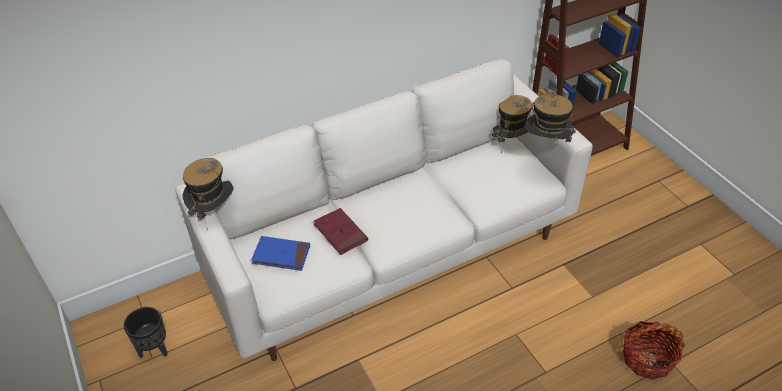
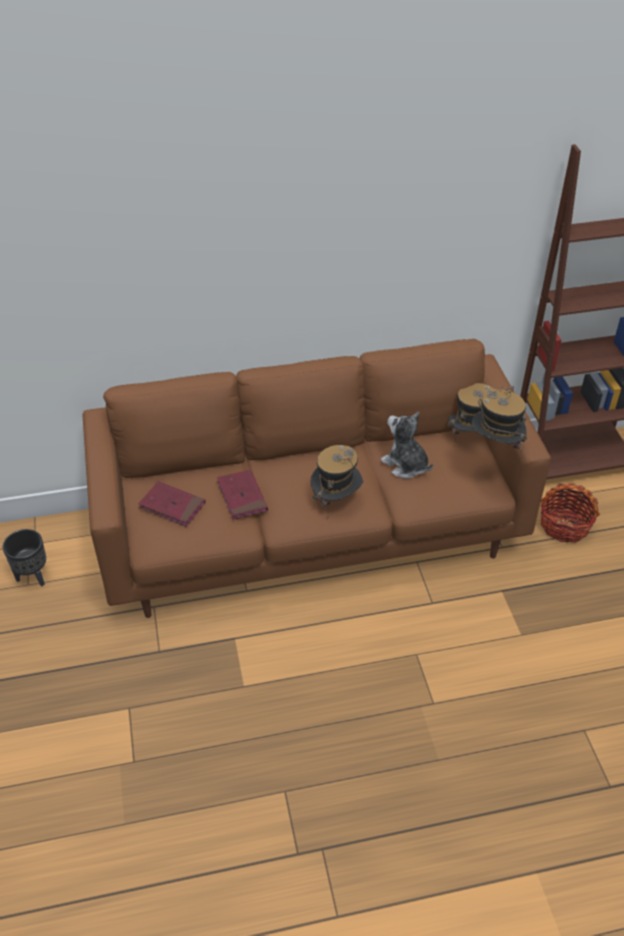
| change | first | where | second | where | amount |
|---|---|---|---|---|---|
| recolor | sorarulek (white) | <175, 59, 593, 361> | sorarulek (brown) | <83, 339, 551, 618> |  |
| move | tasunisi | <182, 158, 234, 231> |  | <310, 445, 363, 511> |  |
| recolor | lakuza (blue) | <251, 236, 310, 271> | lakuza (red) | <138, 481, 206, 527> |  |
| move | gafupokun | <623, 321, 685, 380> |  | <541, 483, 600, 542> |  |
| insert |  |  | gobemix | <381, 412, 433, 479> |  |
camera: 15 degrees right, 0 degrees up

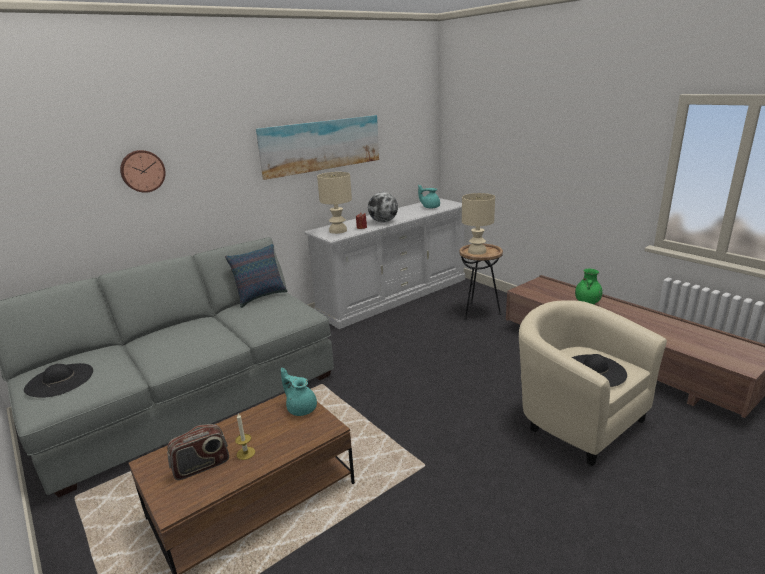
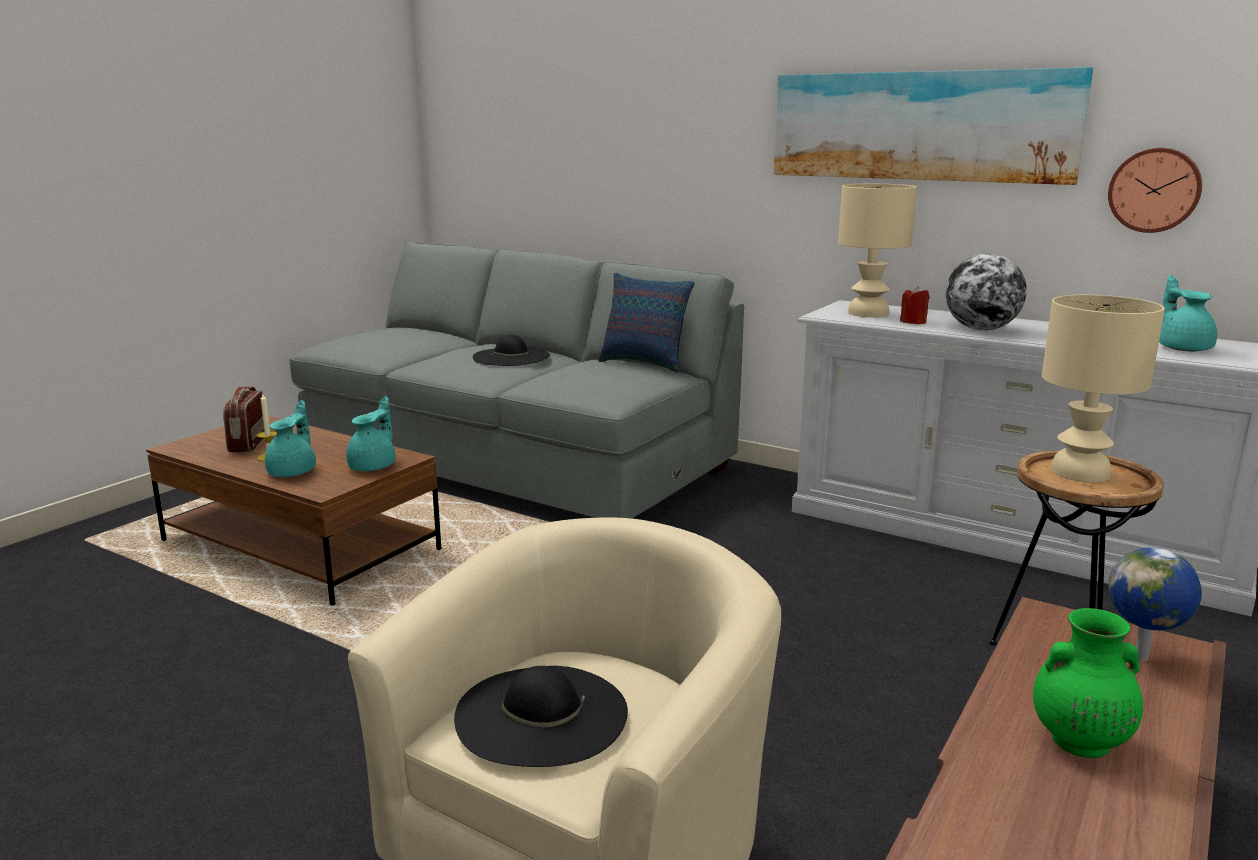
| change | first | where | second | where | amount |
|---|---|---|---|---|---|
| move | tasunisi (black) | <24, 363, 93, 398> |  | <473, 334, 550, 366> |  |
| move | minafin | <120, 150, 166, 193> |  | <1108, 148, 1202, 233> |  |
| rotate | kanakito | <167, 424, 229, 480> |  | <223, 386, 264, 452> | 45 degrees clockwise |
| insert |  |  | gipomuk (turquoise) | <265, 400, 316, 477> |  |
| insert |  |  | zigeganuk | <1108, 547, 1202, 661> |  |
camera: 70 degrees right, 5 degrees down

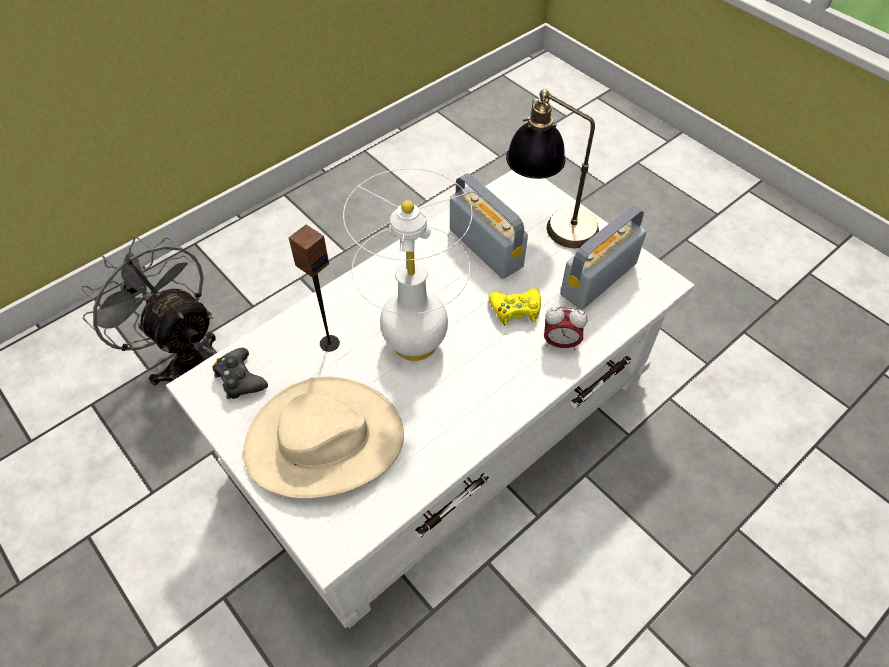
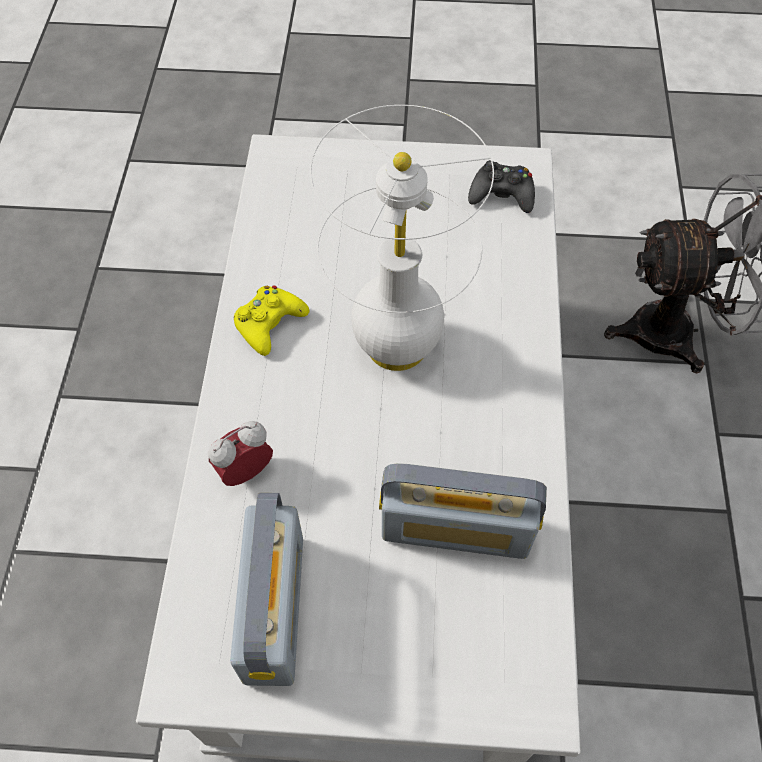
| change | first | where | second | where | amount |
|---|---|---|---|---|---|
| delete | tasunisi (beige) | <243, 376, 404, 498> |  |  |  |
| delete | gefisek | <288, 225, 340, 352> |  |  |  |
| move | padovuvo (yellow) | <488, 288, 541, 325> |  | <234, 286, 309, 356> |  |
| delete | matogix | <506, 89, 599, 248> |  |  |  |
camera: 135 degrees right, 5 degrees up

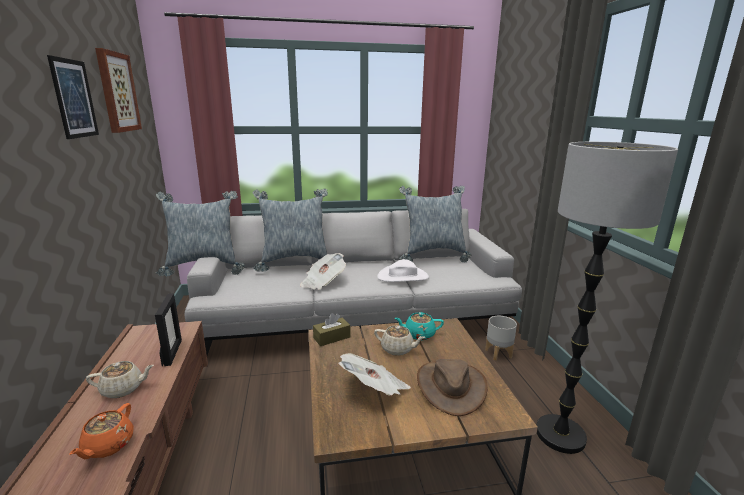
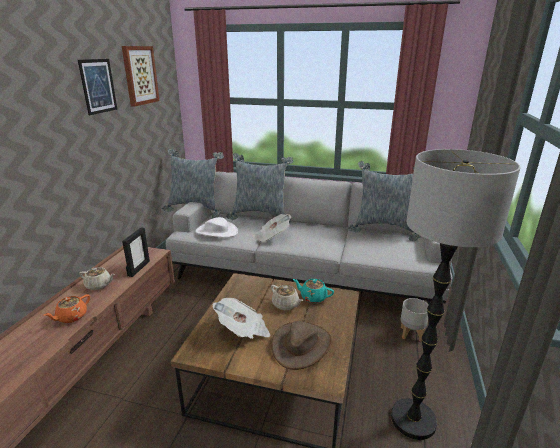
| change | first | where | second | where | amount |
|---|---|---|---|---|---|
| delete | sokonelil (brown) | <313, 313, 350, 346> |  |  |  |
| move | tasunisi (white) | <377, 259, 429, 282> |  | <195, 217, 238, 237> |  |
camera: 25 degrees right, 5 degrees up

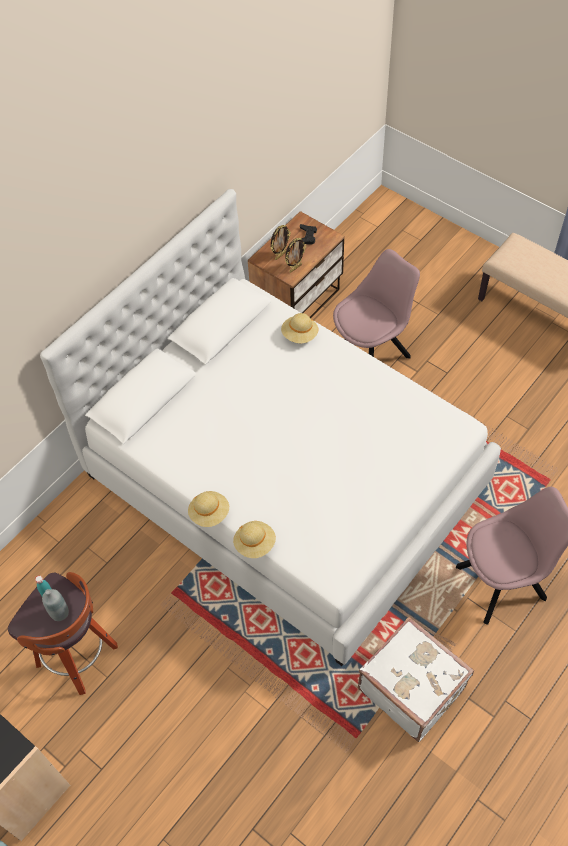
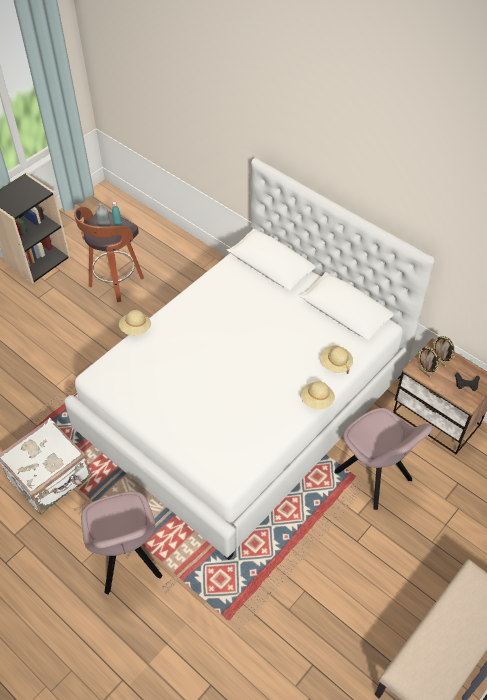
| change | first | where | second | where | amount |
|---|---|---|---|---|---|
| move | tasunisi (beige) | <188, 491, 229, 527> |  | <300, 381, 335, 410> |  |
camera: 90 degrees right, 5 degrees down

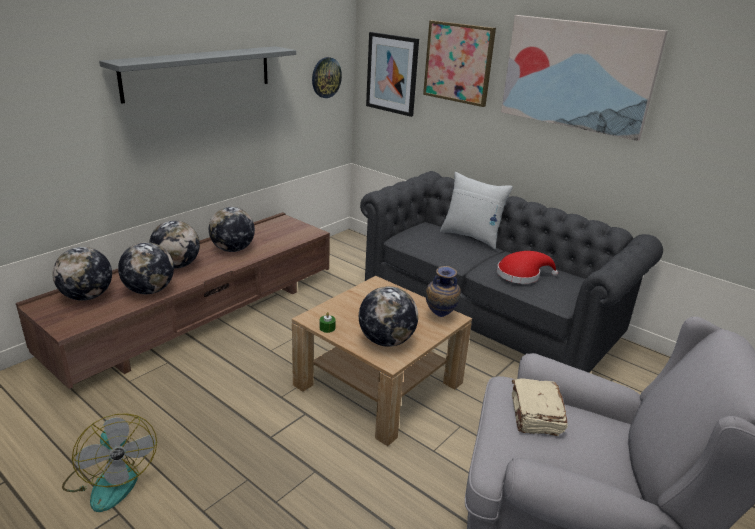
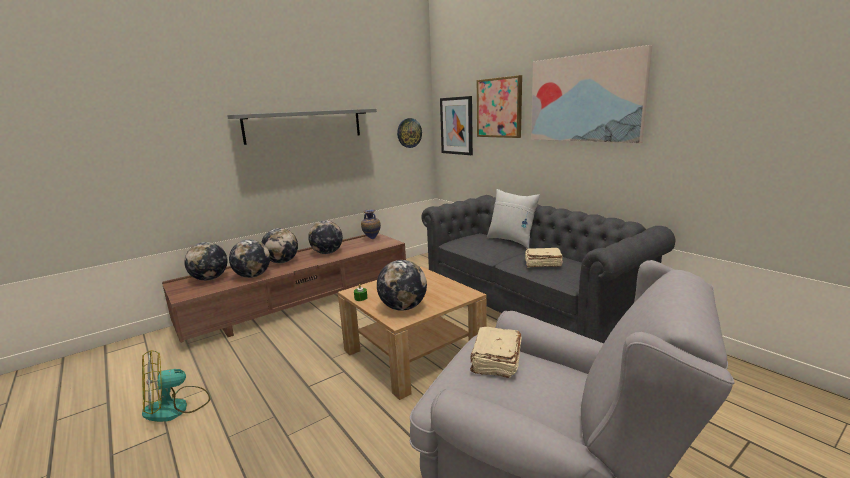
| change | first | where | second | where | amount |
|---|---|---|---|---|---|
| rotate | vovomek | <62, 413, 157, 512> |  | <142, 350, 210, 422> | 75 degrees clockwise |
| move | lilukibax | <426, 266, 461, 317> |  | <361, 209, 381, 239> |  |
| replace | tasunisi (red) | <497, 251, 558, 284> | lakuza (beige) | <525, 248, 563, 267> |  |
camera: 15 degrees right, 10 degrees down

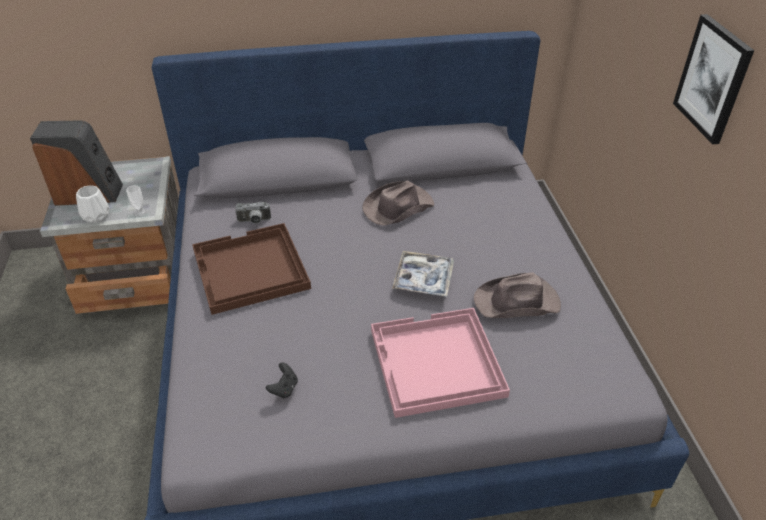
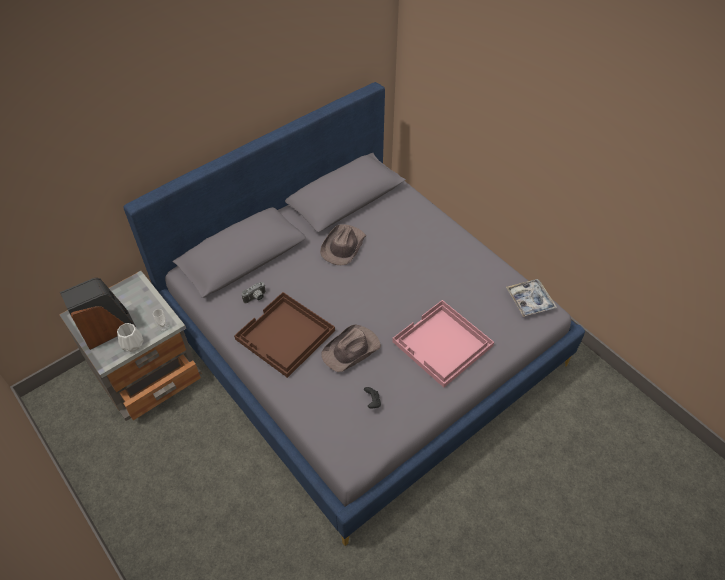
| change | first | where | second | where | amount |
|---|---|---|---|---|---|
| move | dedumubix | <392, 251, 454, 297> |  | <506, 279, 557, 317> |  |
| move | tasunisi (brown) | <474, 272, 561, 318> |  | <321, 325, 381, 372> |  |
| delete | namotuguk | <673, 14, 754, 144> |  |  |  |
camera: 30 degrees left, 10 degrees up

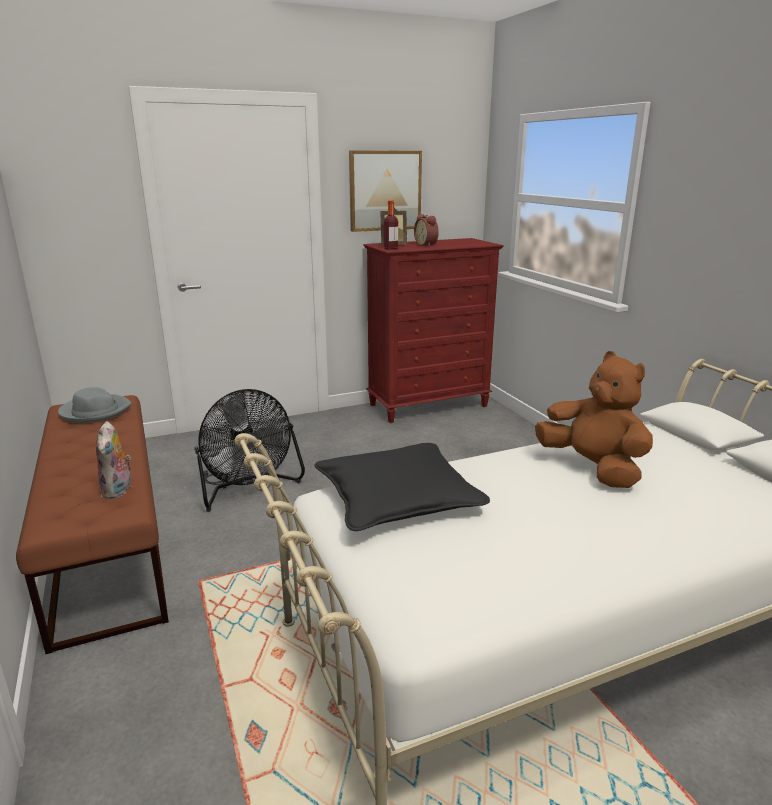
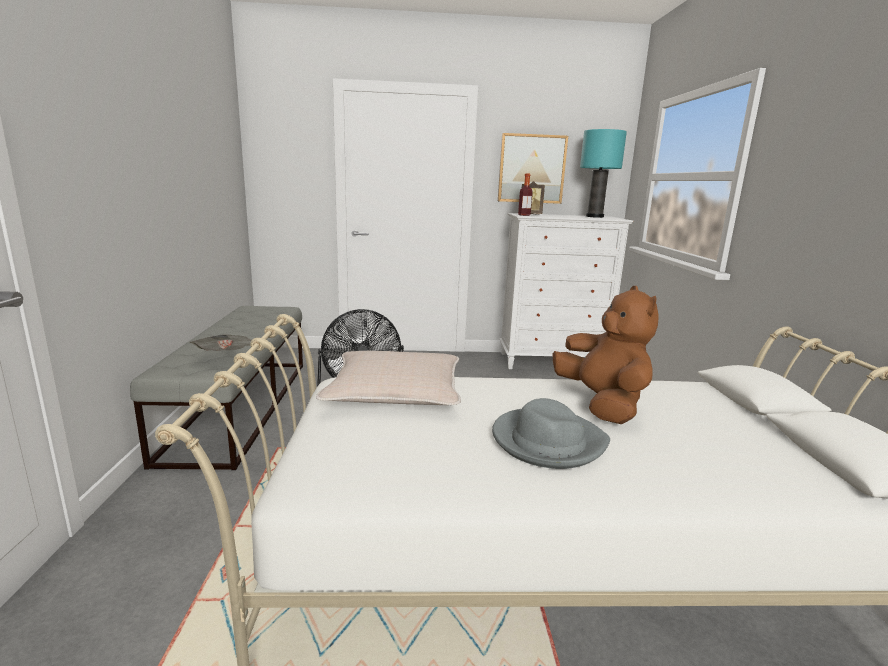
| change | first | where | second | where | amount |
|---|---|---|---|---|---|
| recolor | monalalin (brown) | <16, 395, 169, 654> | monalalin (grey) | <130, 306, 303, 470> |  |
| move | tasunisi (grey) | <58, 387, 132, 423> |  | <492, 398, 610, 469> |  |
| replace | gobemix | <96, 421, 131, 499> | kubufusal | <189, 335, 252, 351> |  |
| recolor | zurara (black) | <314, 443, 490, 531> | zurara (beige) | <316, 351, 461, 405> |  |
| recolor | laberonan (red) | <363, 238, 504, 423> | laberonan (white) | <499, 213, 633, 369> |  |
| delete | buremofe | <414, 214, 439, 247> |  |  |  |
| insert |  |  | matogix (turquoise) | <580, 129, 627, 218> |  |
camera: 20 degrees right, 5 degrees down

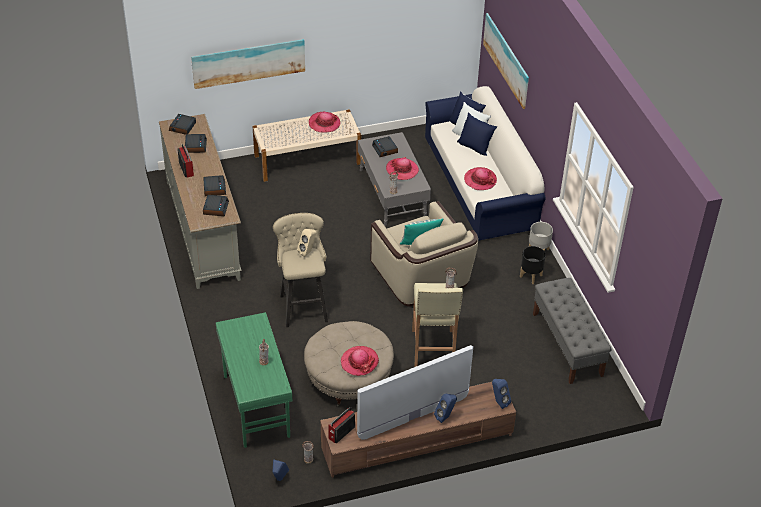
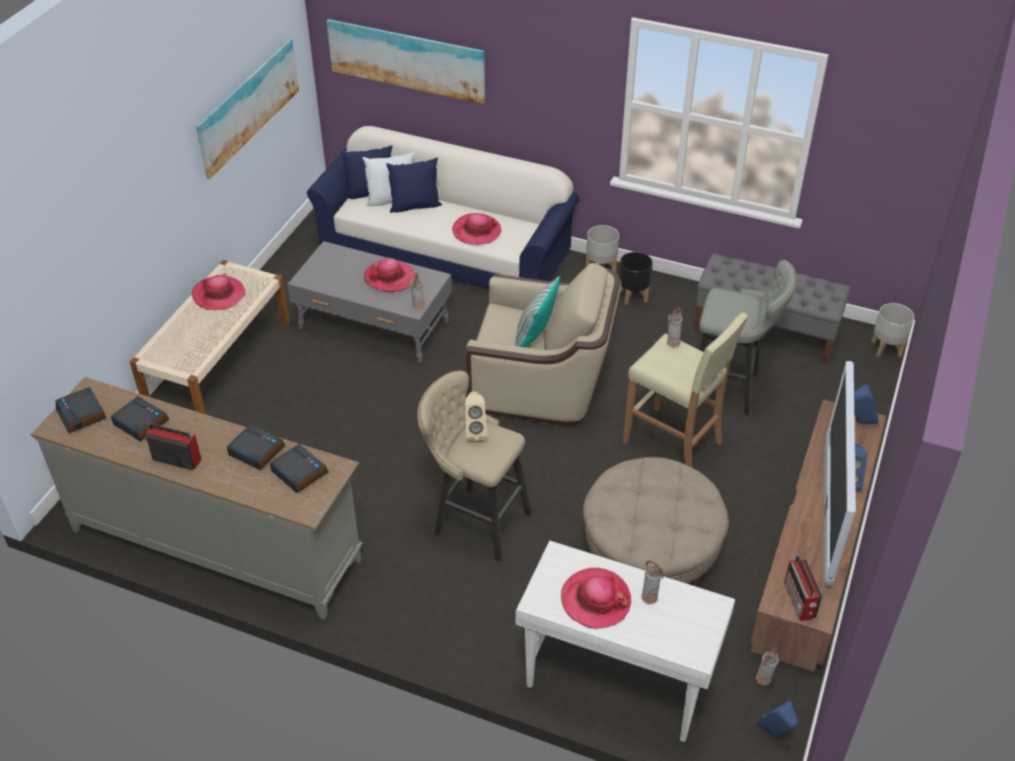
| change | first | where | second | where | amount |
|---|---|---|---|---|---|
| move | namotuguk | <191, 39, 305, 89> |  | <196, 39, 299, 179> |  |
| recolor | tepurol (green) | <216, 312, 292, 448> | tepurol (white) | <516, 541, 735, 742> |  |
| move | tasunisi | <341, 346, 379, 376> |  | <561, 568, 631, 629> |  |
| delete | buremofe | <372, 136, 398, 157> |  |  |  |
| insert |  |  | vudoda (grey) | <698, 260, 797, 416> |  |
| insert |  |  | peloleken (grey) | <871, 303, 914, 358> |  |
camera: 50 degrees left, 0 degrees up

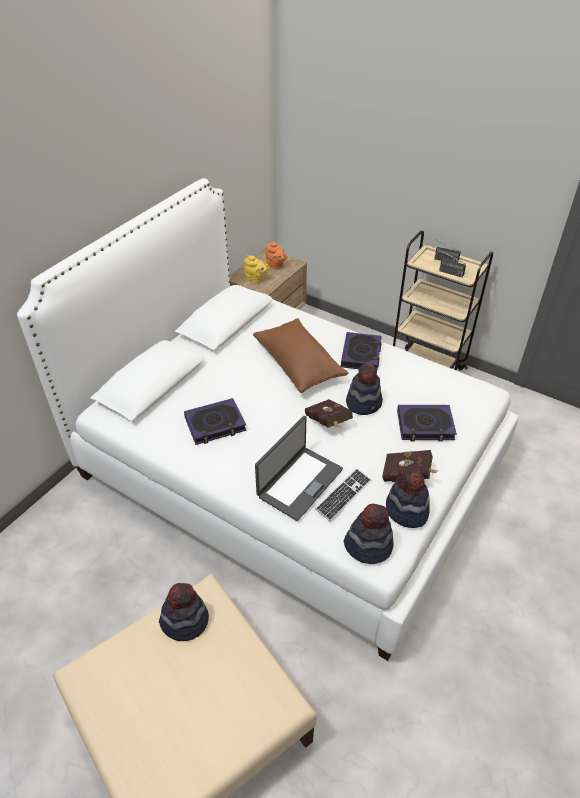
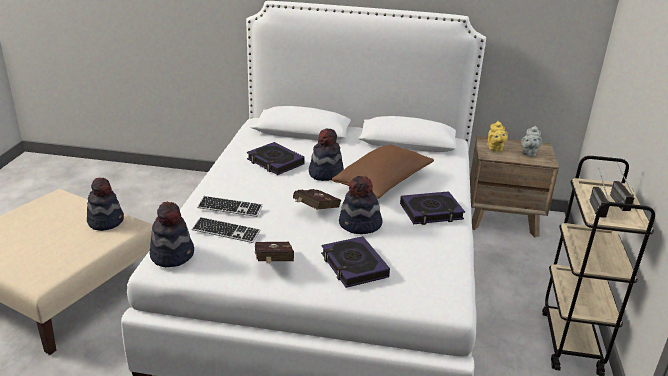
| change | first | where | second | where | amount |
|---|---|---|---|---|---|
| replace | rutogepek | <255, 416, 343, 521> | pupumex | <197, 196, 263, 217> |  |
| recolor | gipomuk (orange) | <266, 241, 287, 269> | gipomuk (grey) | <521, 125, 542, 157> |  |
| move | tasunisi | <386, 467, 430, 528> |  | <309, 129, 344, 181> |  |
camera: 65 degrees right, 15 degrees down

